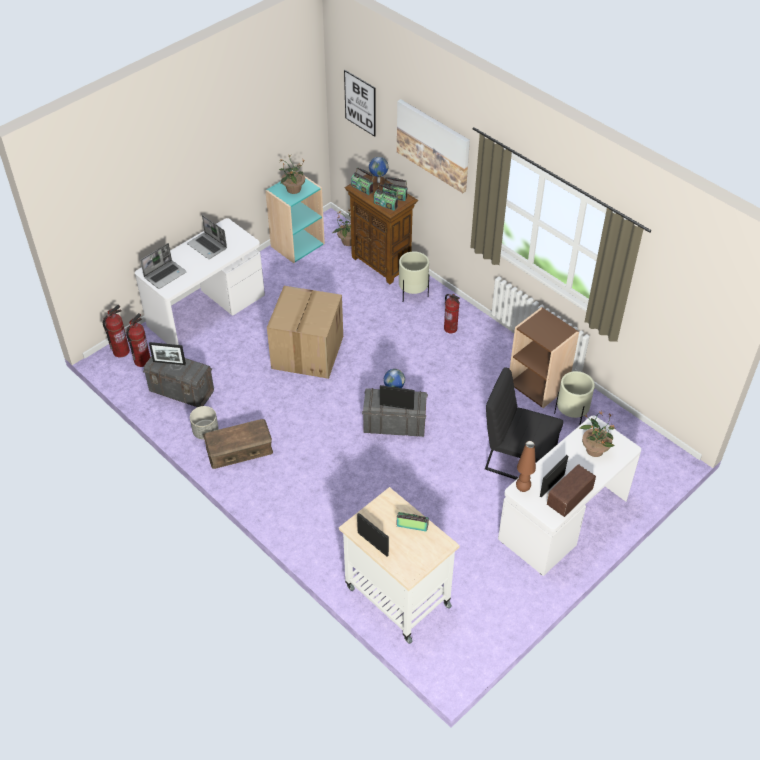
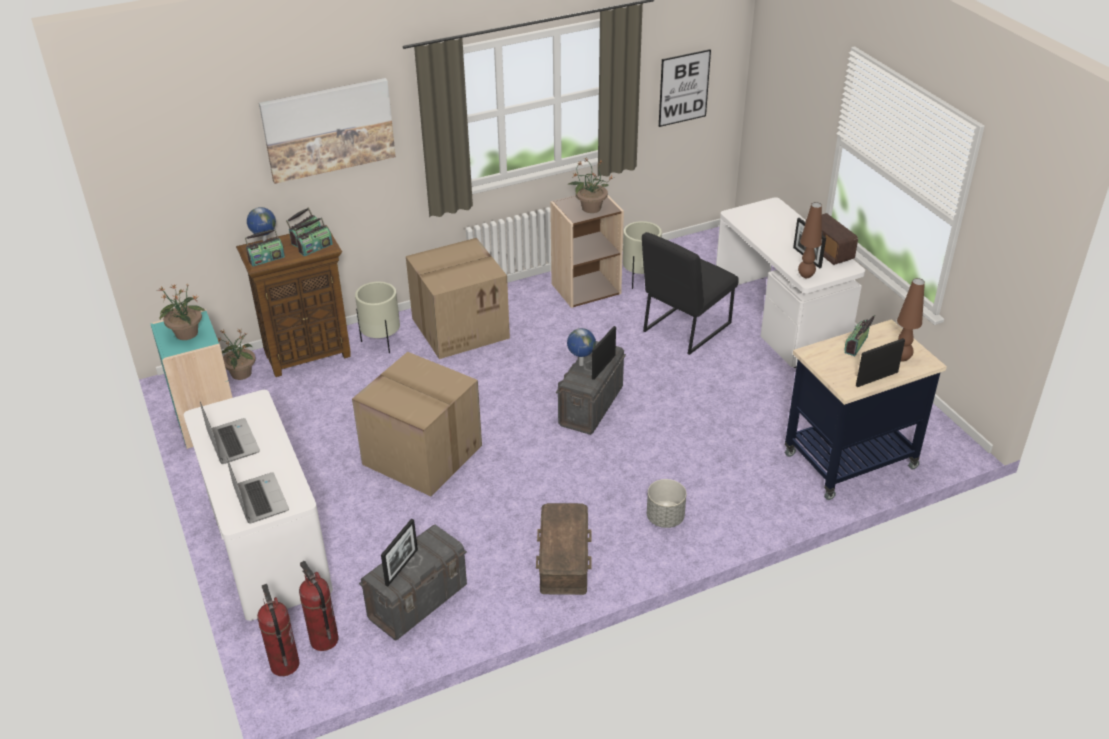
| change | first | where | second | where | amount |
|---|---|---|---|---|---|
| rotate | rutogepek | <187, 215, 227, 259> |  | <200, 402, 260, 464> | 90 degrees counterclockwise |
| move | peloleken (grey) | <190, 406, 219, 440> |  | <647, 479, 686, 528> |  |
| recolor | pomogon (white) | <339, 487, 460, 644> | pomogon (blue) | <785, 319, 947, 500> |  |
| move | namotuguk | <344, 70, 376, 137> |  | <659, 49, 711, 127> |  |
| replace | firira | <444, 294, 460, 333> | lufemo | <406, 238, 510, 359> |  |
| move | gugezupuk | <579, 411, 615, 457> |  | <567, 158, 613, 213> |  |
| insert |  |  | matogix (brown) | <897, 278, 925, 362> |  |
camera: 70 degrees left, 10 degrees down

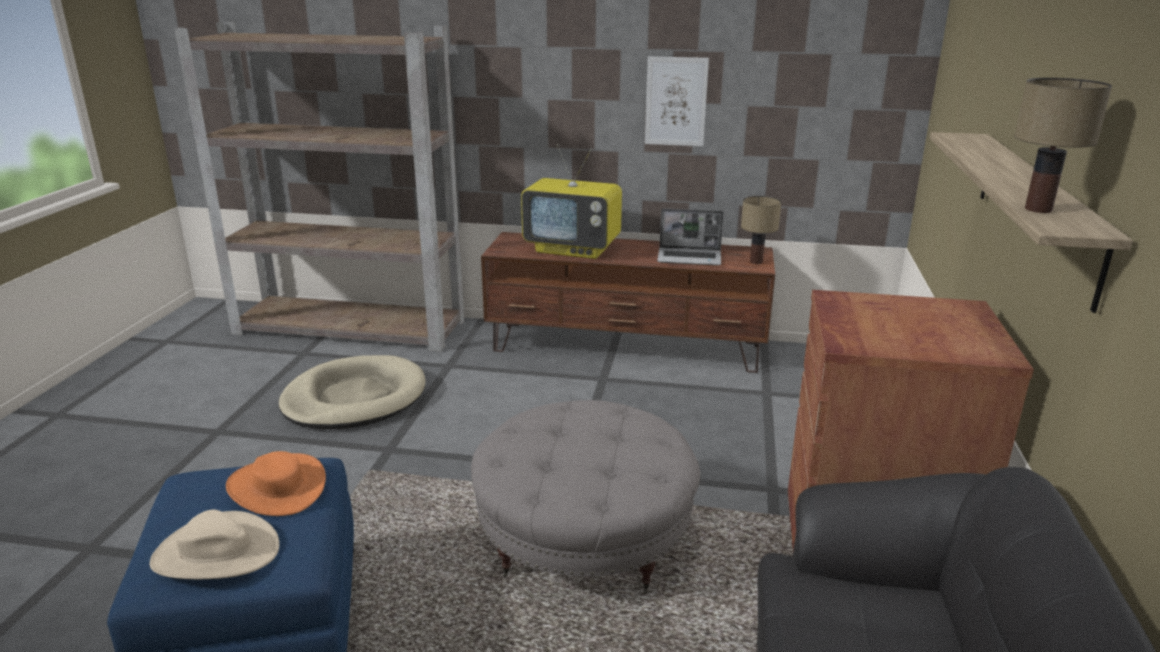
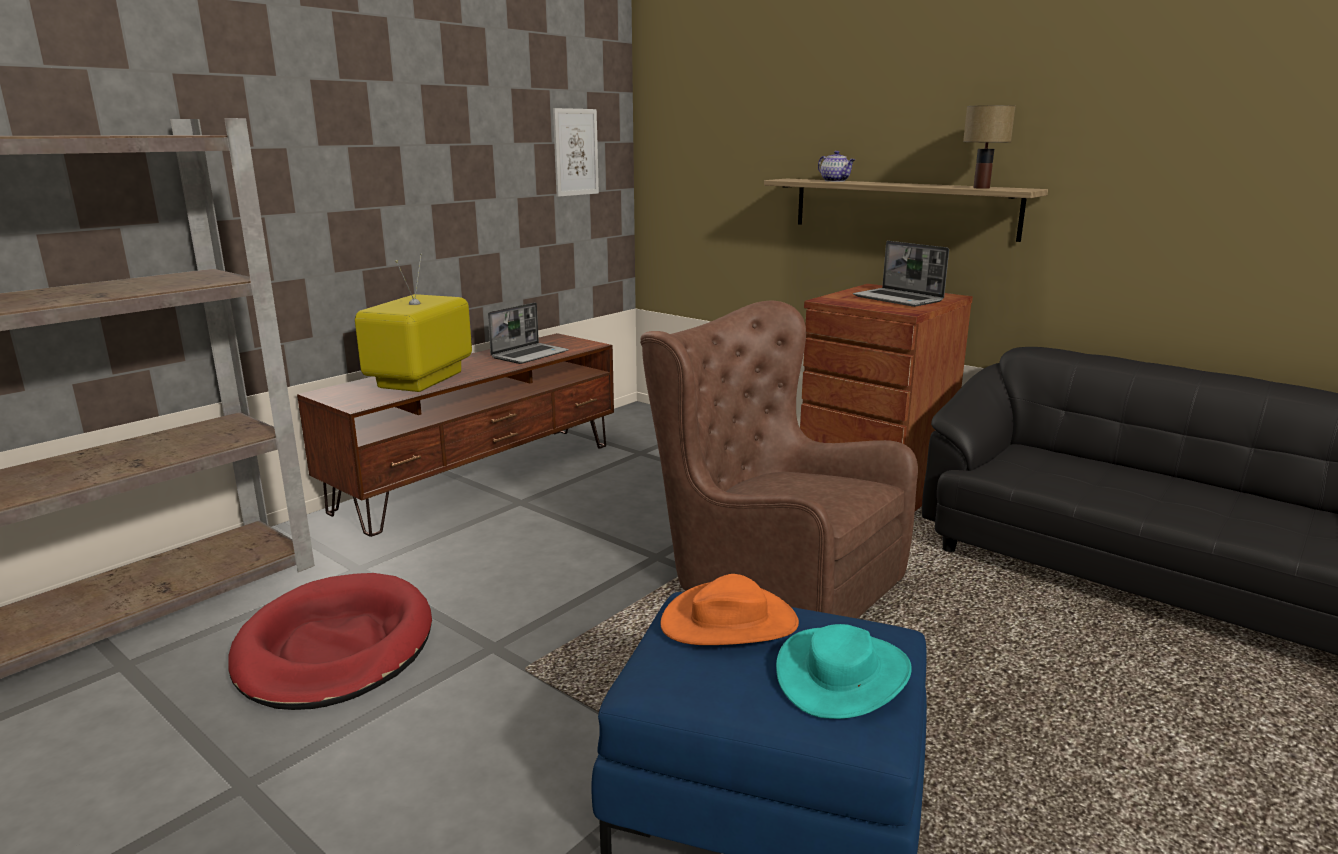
| change | first | where | second | where | amount |
|---|---|---|---|---|---|
| recolor | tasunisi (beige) | <150, 509, 279, 579> | tasunisi (turquoise) | <776, 624, 912, 719> |  |
| recolor | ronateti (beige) | <279, 355, 426, 429> | ronateti (red) | <228, 573, 432, 710> |  |
| replace | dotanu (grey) | <471, 400, 700, 594> | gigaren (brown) | <640, 301, 918, 619> |  |
| rotate | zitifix | <521, 144, 622, 259> |  | <355, 253, 472, 392> | 150 degrees clockwise |
| move | namotuguk | <645, 56, 709, 146> |  | <553, 108, 599, 197> |  |
| delete | matogix | <741, 196, 781, 264> |  |  |  |
| insert |  |  | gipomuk | <818, 151, 855, 182> |  |
| insert |  |  | rutogepek | <853, 241, 949, 307> |  |
camera: 60 degrees left, 5 degrees down

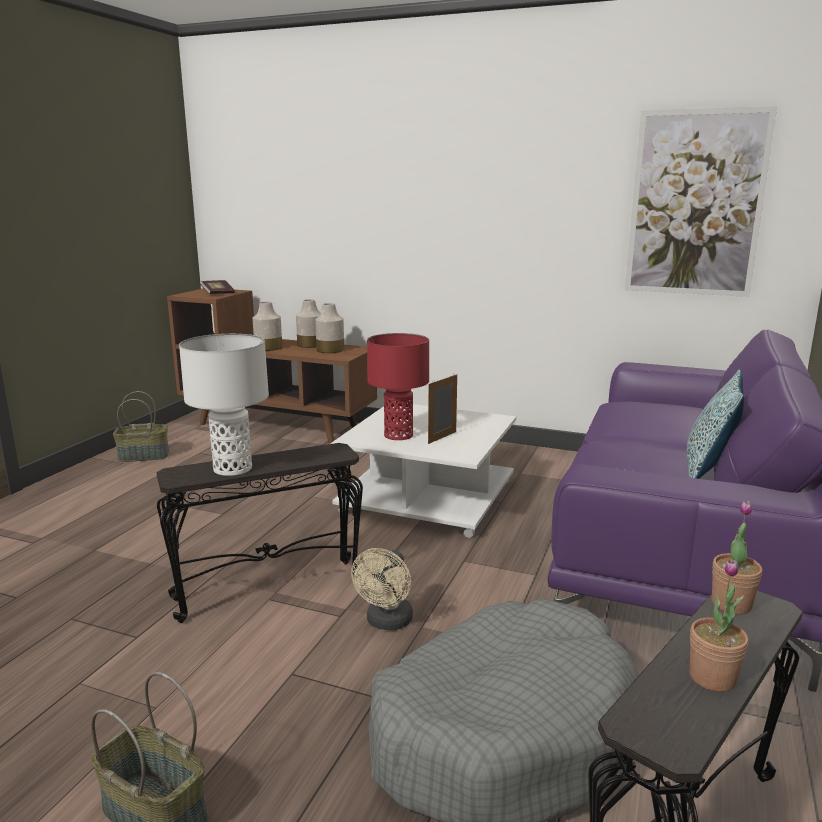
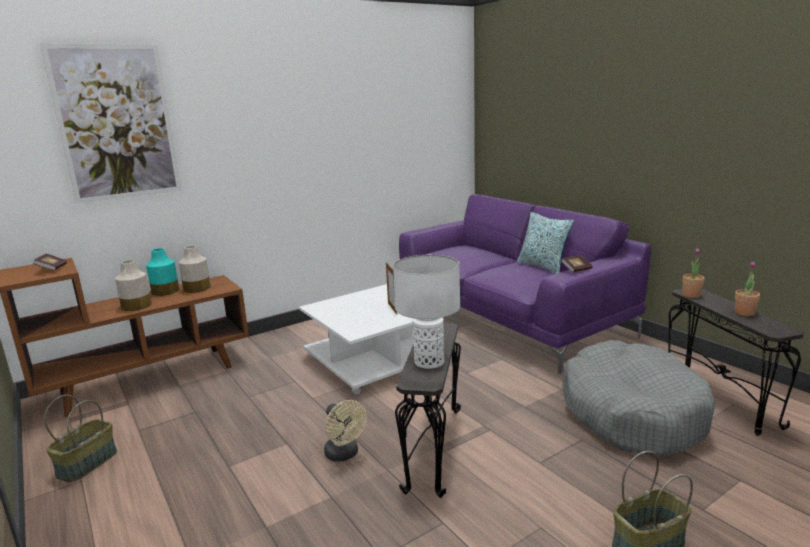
| change | first | where | second | where | amount |
|---|---|---|---|---|---|
| recolor | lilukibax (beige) | <296, 299, 321, 348> | lilukibax (turquoise) | <146, 248, 179, 296> |  |
| move | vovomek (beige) | <351, 548, 413, 630> |  | <324, 400, 367, 462> |  |
| delete | matogix (red) | <367, 333, 429, 440> |  |  |  |
| move | namotuguk | <625, 106, 777, 297> |  | <40, 43, 181, 203> |  |
| insert |  |  | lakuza | <561, 255, 593, 273> |  |
camera: 55 degrees left, 0 degrees up

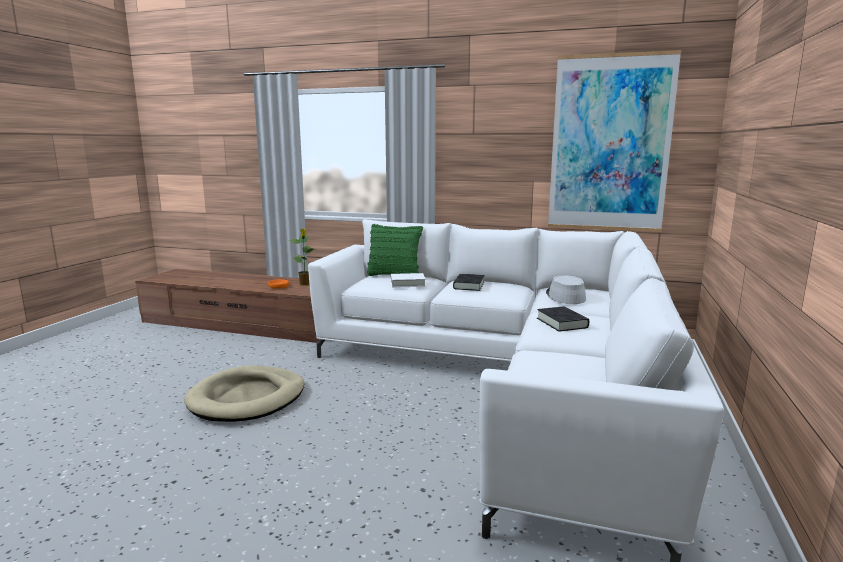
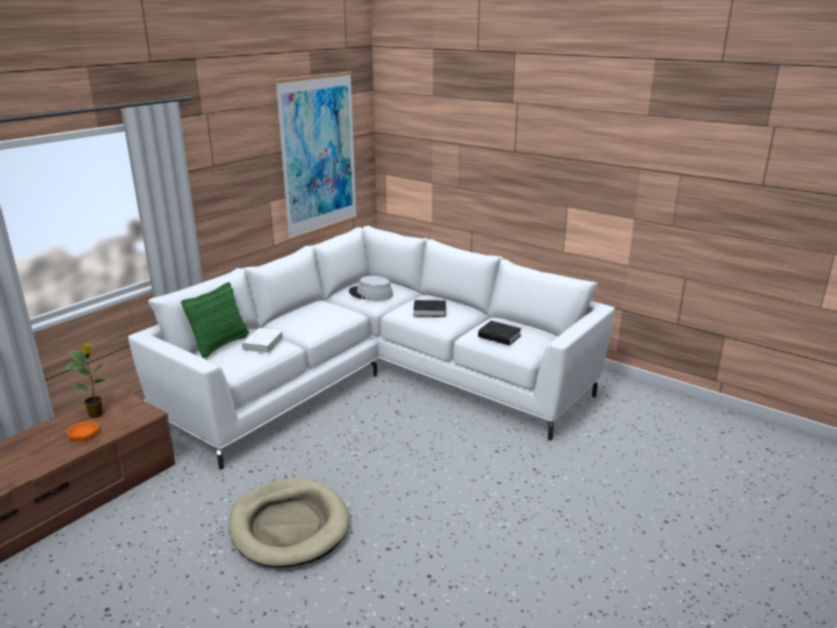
| change | first | where | second | where | amount |
|---|---|---|---|---|---|
| move | lakuza (black) | <453, 274, 484, 291> |  | <478, 321, 522, 345> |  |
camera: 70 degrees left, 10 degrees up

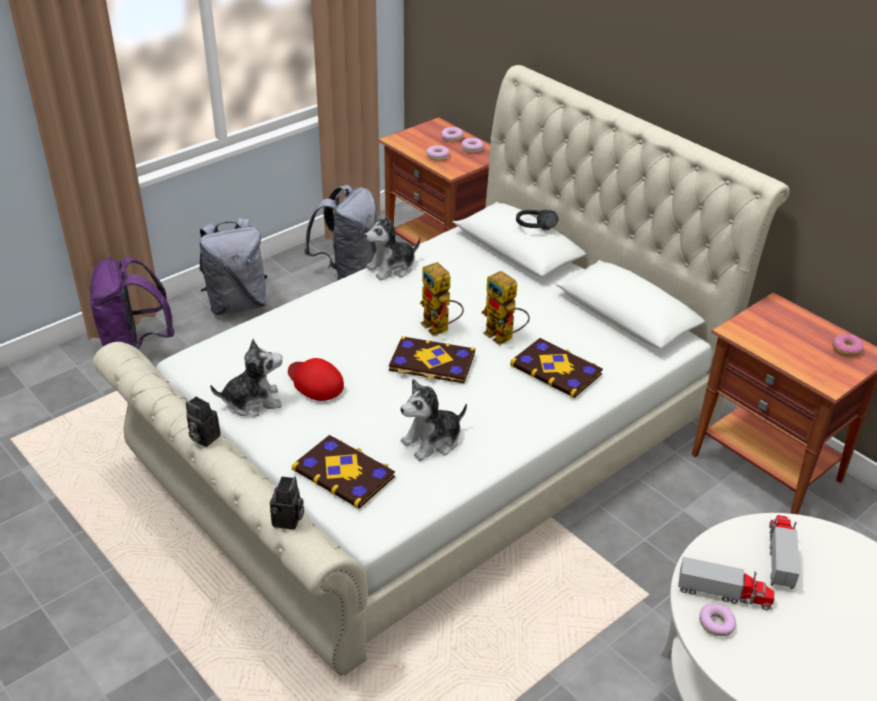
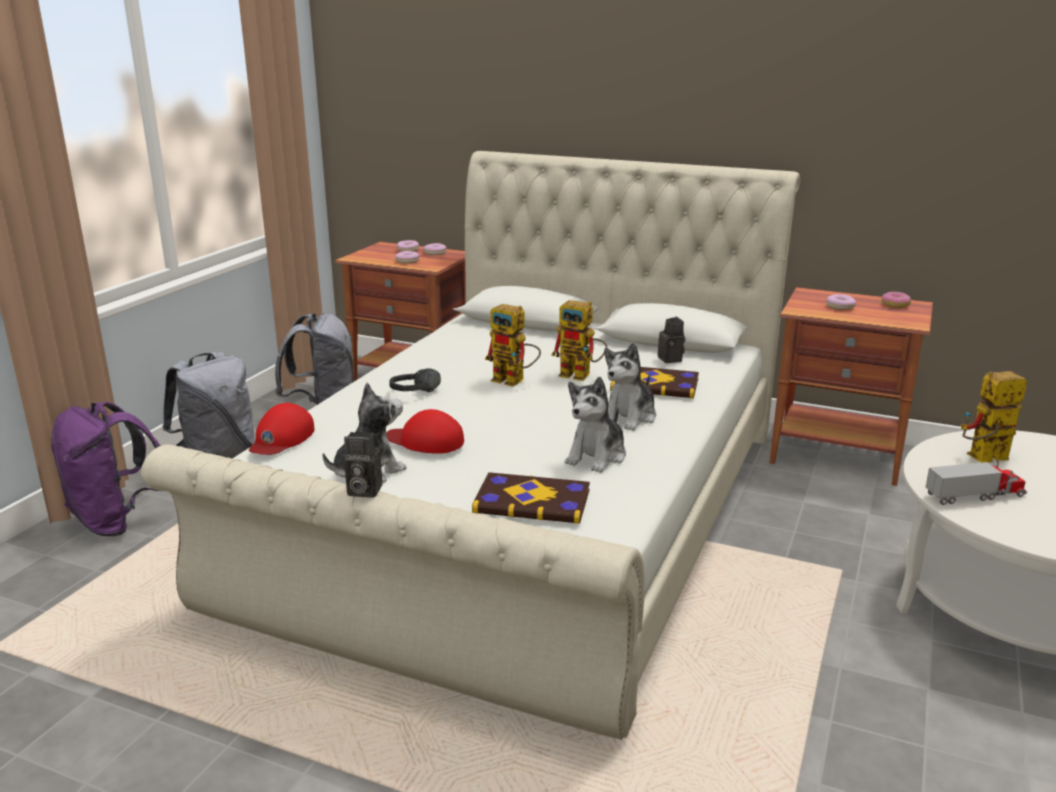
| change | first | where | second | where | amount |
|---|---|---|---|---|---|
| move | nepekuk | <270, 476, 304, 530> |  | <658, 316, 686, 363> |  |
| move | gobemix | <365, 213, 420, 280> |  | <604, 343, 656, 431> |  |
| delete | lakuza | <389, 336, 475, 383> |  |  |  |
| move | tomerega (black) | <516, 210, 559, 230> |  | <389, 368, 441, 392> |  |
| move | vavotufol | <699, 604, 736, 636> |  | <827, 294, 856, 310> |  |
| replace | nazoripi | <769, 515, 799, 589> | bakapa | <961, 371, 1027, 463> |  |
| insert |  |  | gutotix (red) | <249, 403, 315, 455> |  |
camera: 25 degrees left, 15 degrees down

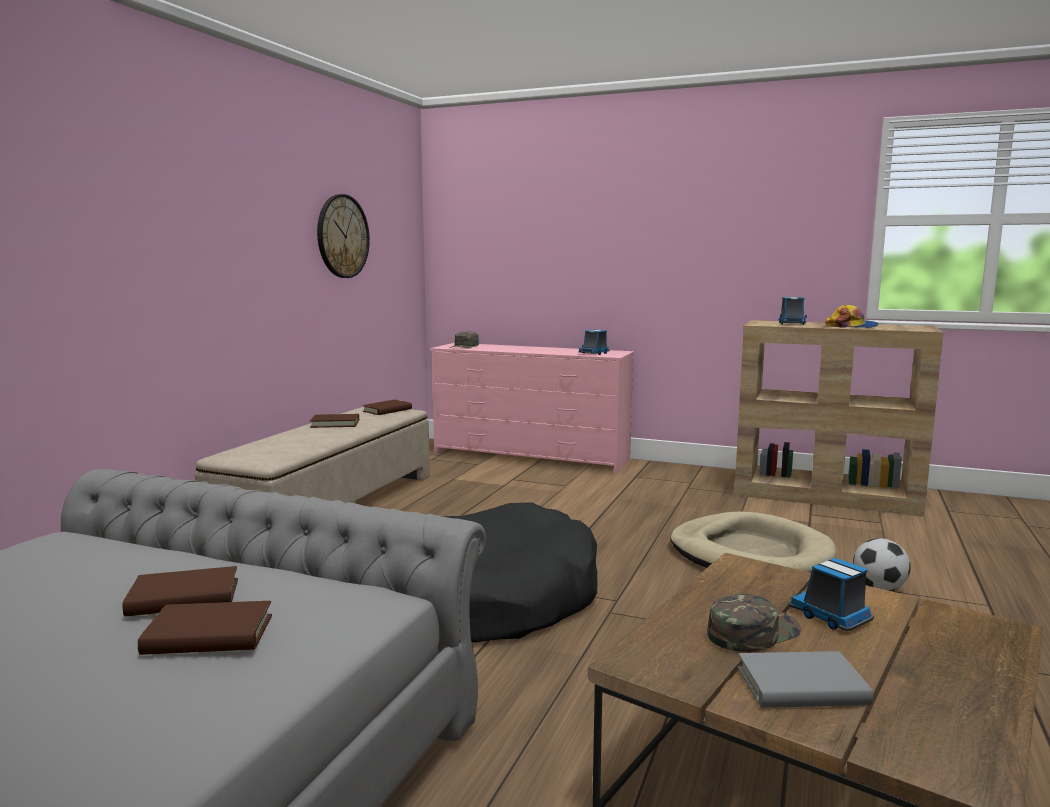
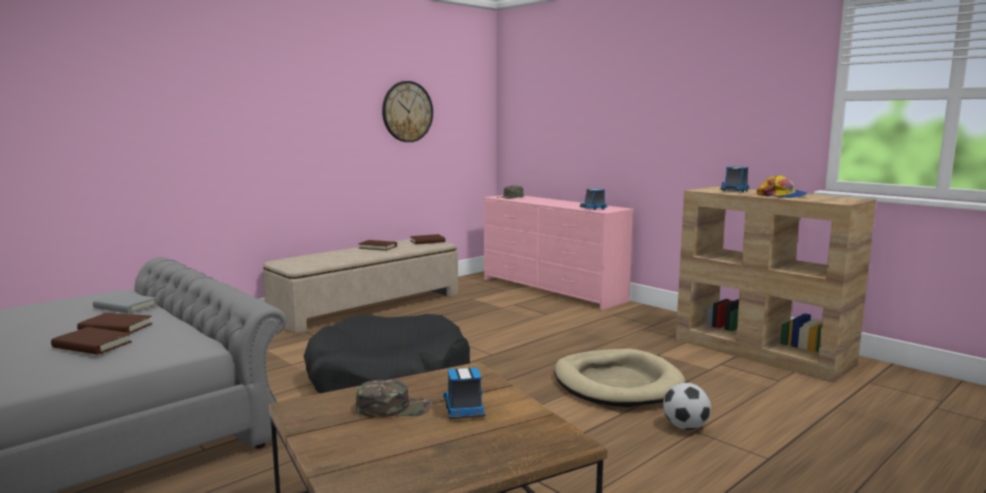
| change | first | where | second | where | amount |
|---|---|---|---|---|---|
| move | lakuza (grey) | <738, 651, 873, 708> |  | <93, 293, 157, 314> |  |
camera: 25 degrees right, 0 degrees up

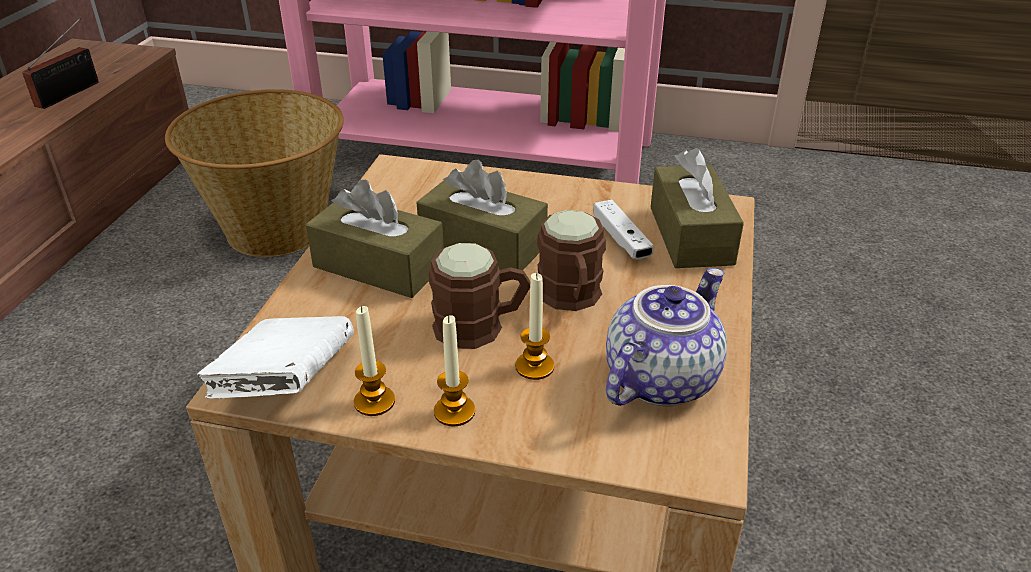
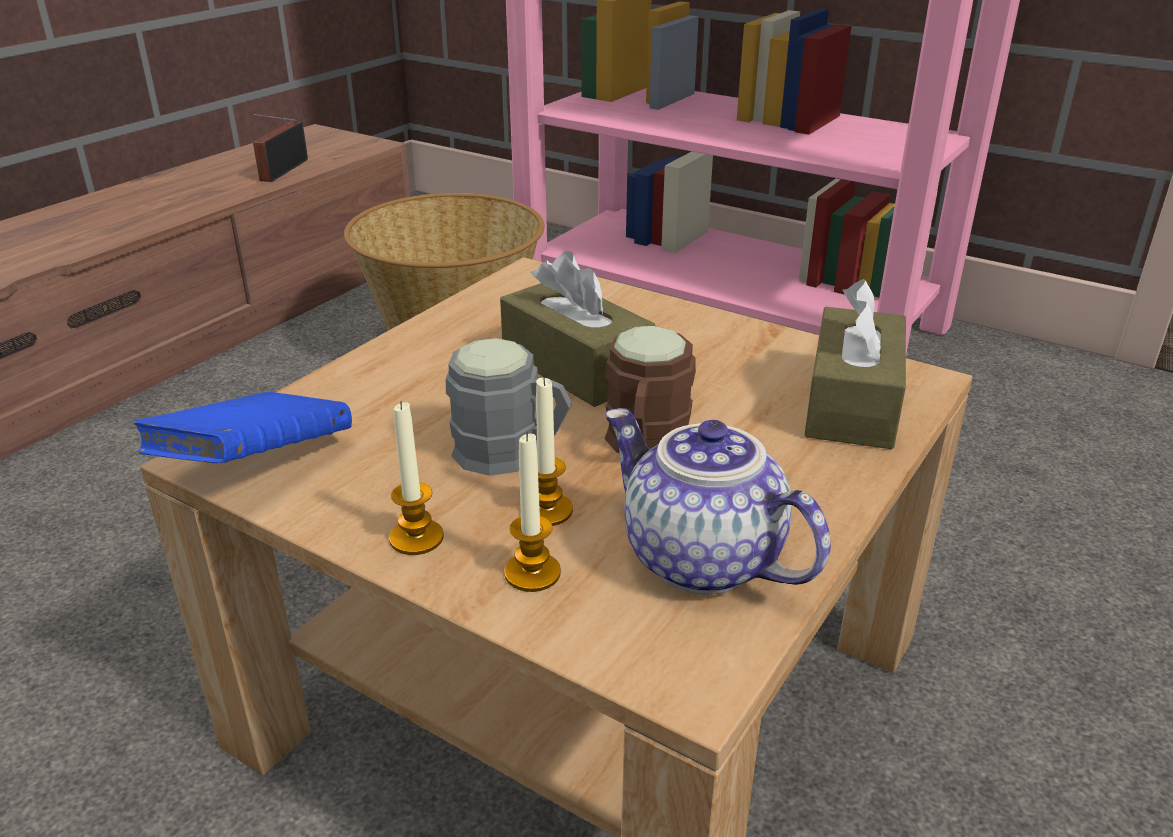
| change | first | where | second | where | amount |
|---|---|---|---|---|---|
| rotate | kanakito | <22, 17, 99, 109> |  | <250, 113, 308, 182> | 150 degrees clockwise |
| recolor | lakuza (white) | <197, 316, 354, 399> | lakuza (blue) | <133, 392, 352, 463> |  |
| delete | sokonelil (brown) | <306, 180, 444, 298> |  |  |  |
| move | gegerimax | <354, 306, 395, 416> |  | <504, 432, 561, 592> |  |
| recolor | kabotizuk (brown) | <429, 243, 531, 349> | kabotizuk (grey) | <446, 338, 572, 476> |  |
| delete | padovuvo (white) | <593, 199, 654, 260> |  |  |  |
| rotate | gipomuk | <606, 268, 727, 406> |  | <605, 408, 831, 594> | 105 degrees counterclockwise |
camera: 20 degrees right, 5 degrees down

